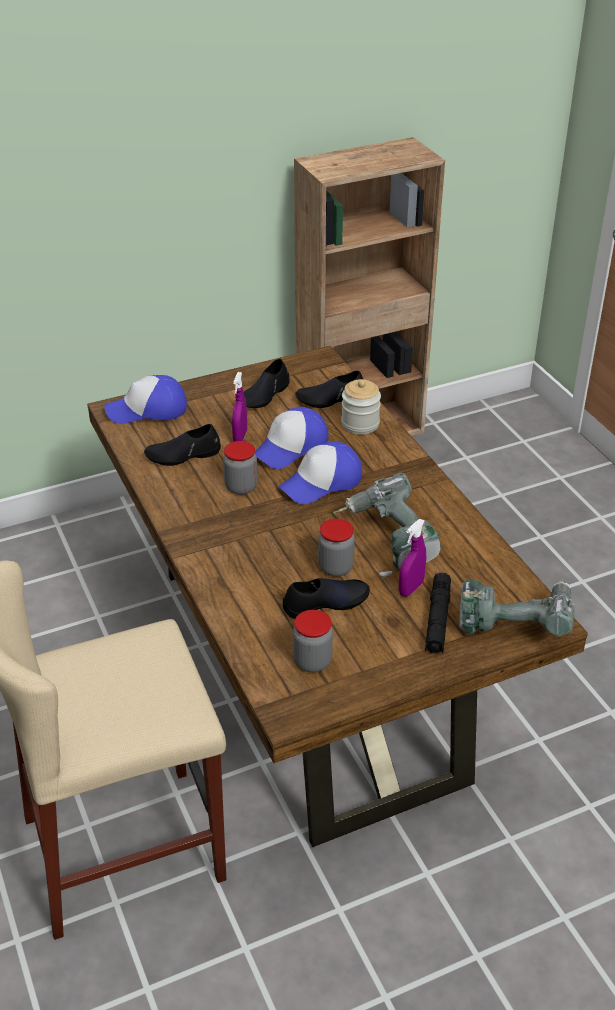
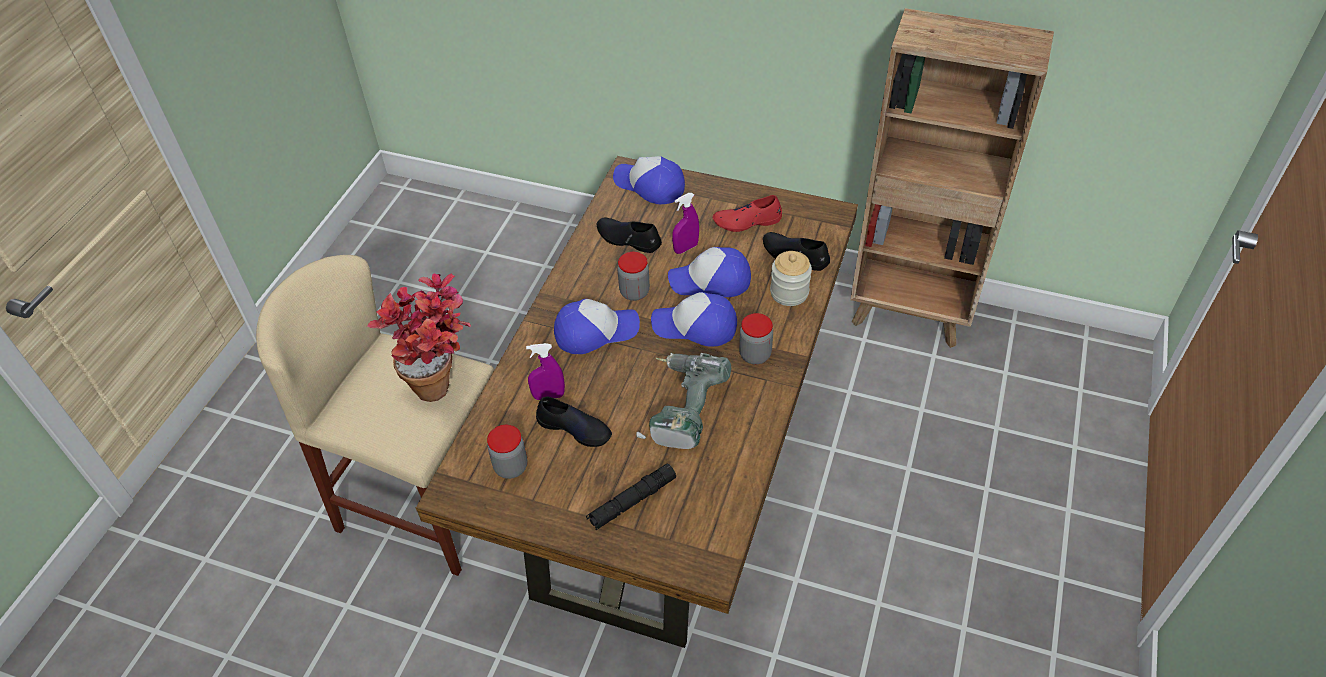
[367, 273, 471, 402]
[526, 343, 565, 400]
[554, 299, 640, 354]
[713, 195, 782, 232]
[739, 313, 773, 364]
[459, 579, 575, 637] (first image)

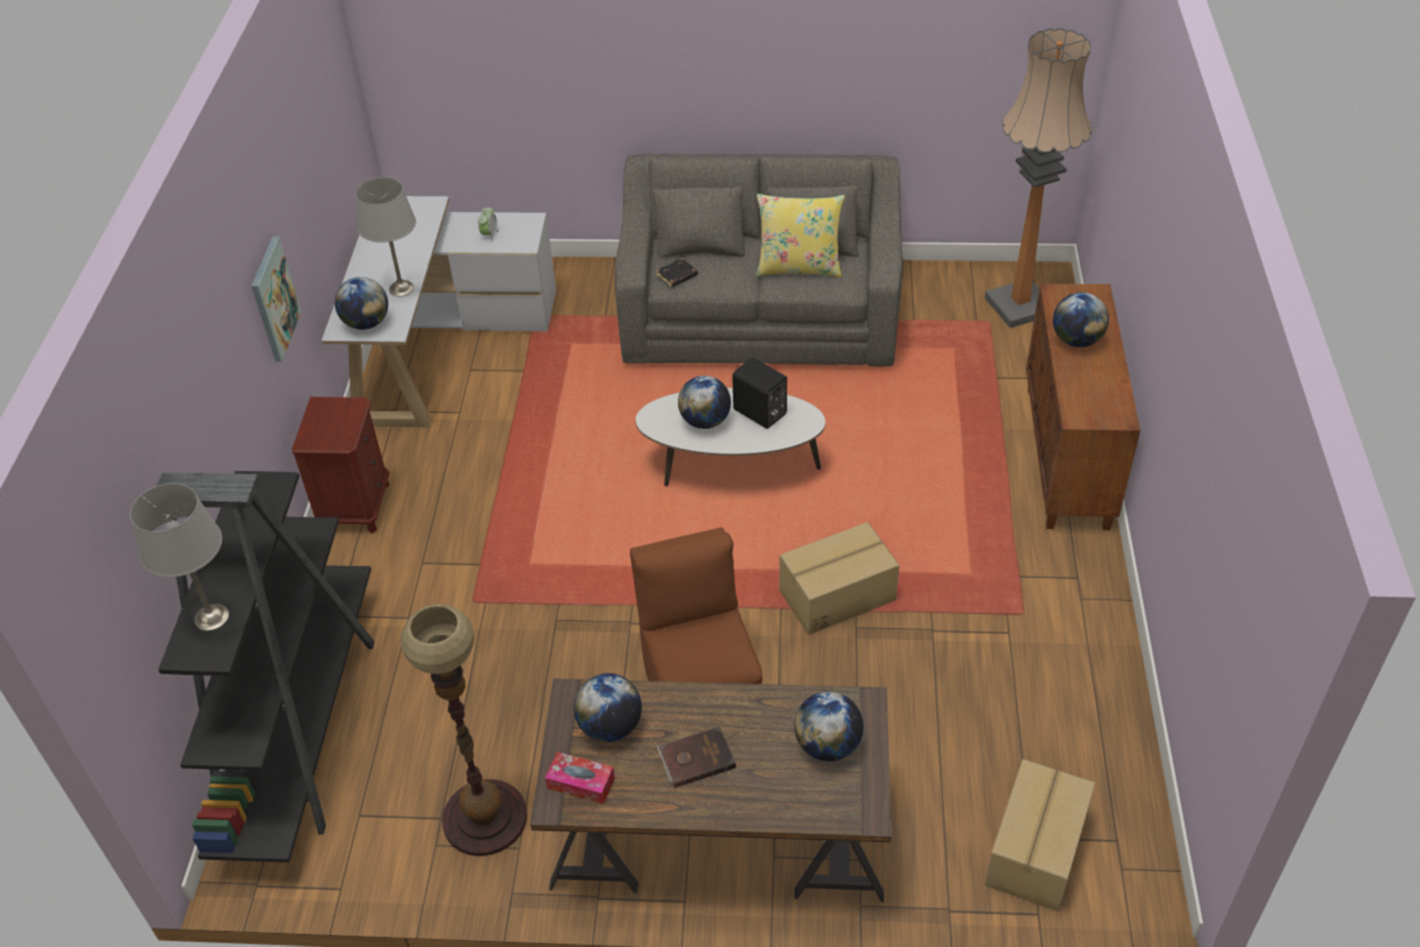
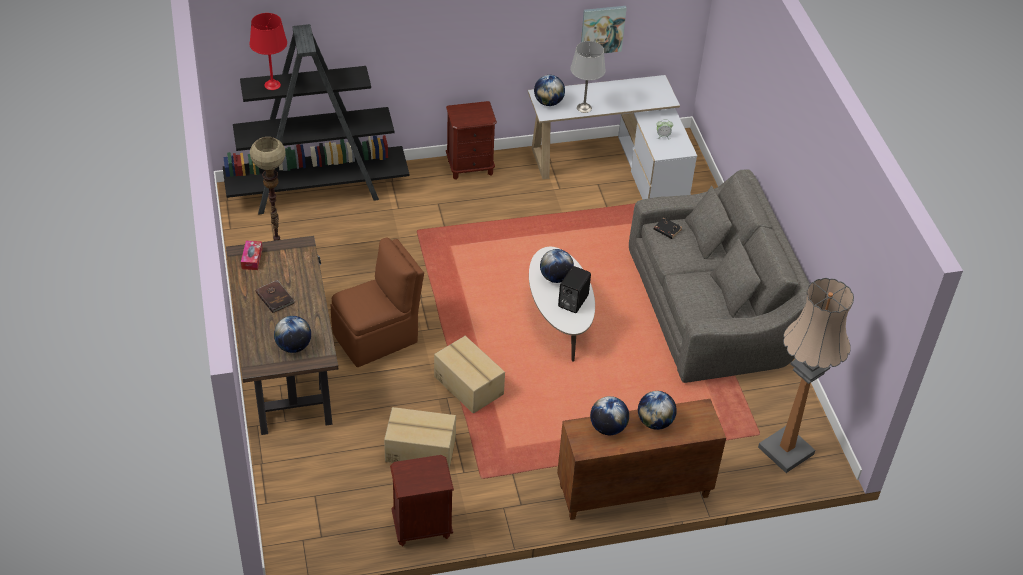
[250, 13, 287, 90]
[384, 407, 456, 469]
[390, 455, 454, 546]
[581, 6, 627, 53]
[590, 396, 629, 435]
[756, 194, 845, 277] (first image)

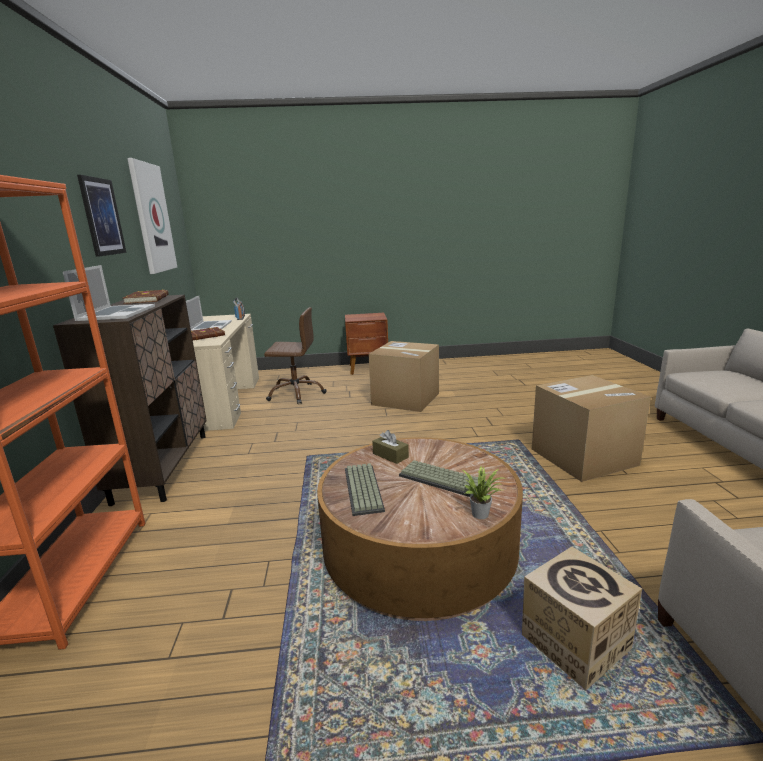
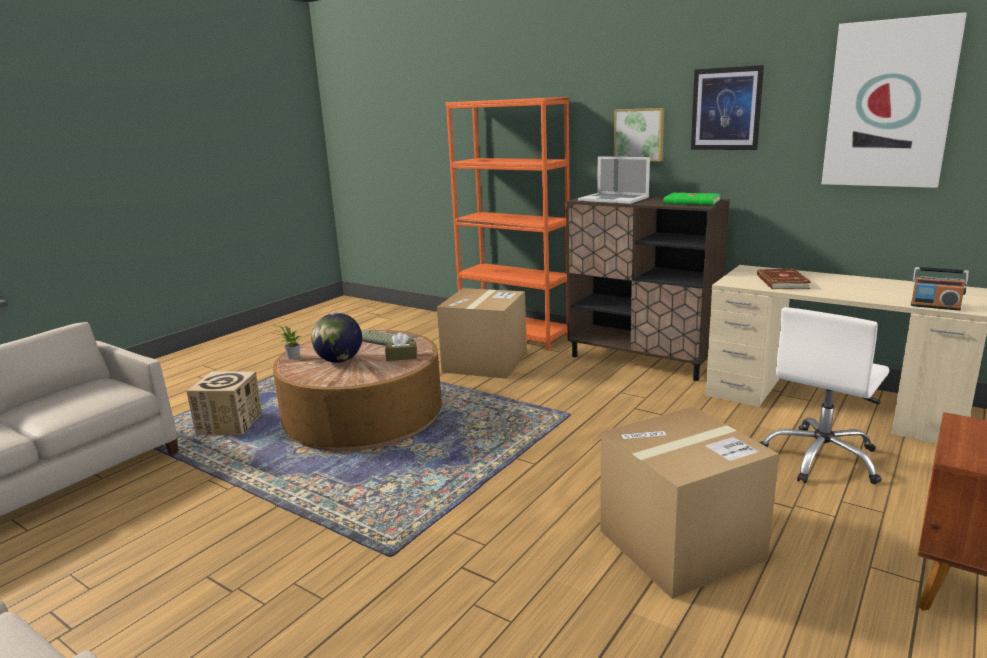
[311, 313, 362, 363]
[437, 288, 527, 379]
[614, 108, 664, 161]
[663, 192, 721, 205]
[759, 307, 890, 484]
[186, 296, 232, 331] (first image)

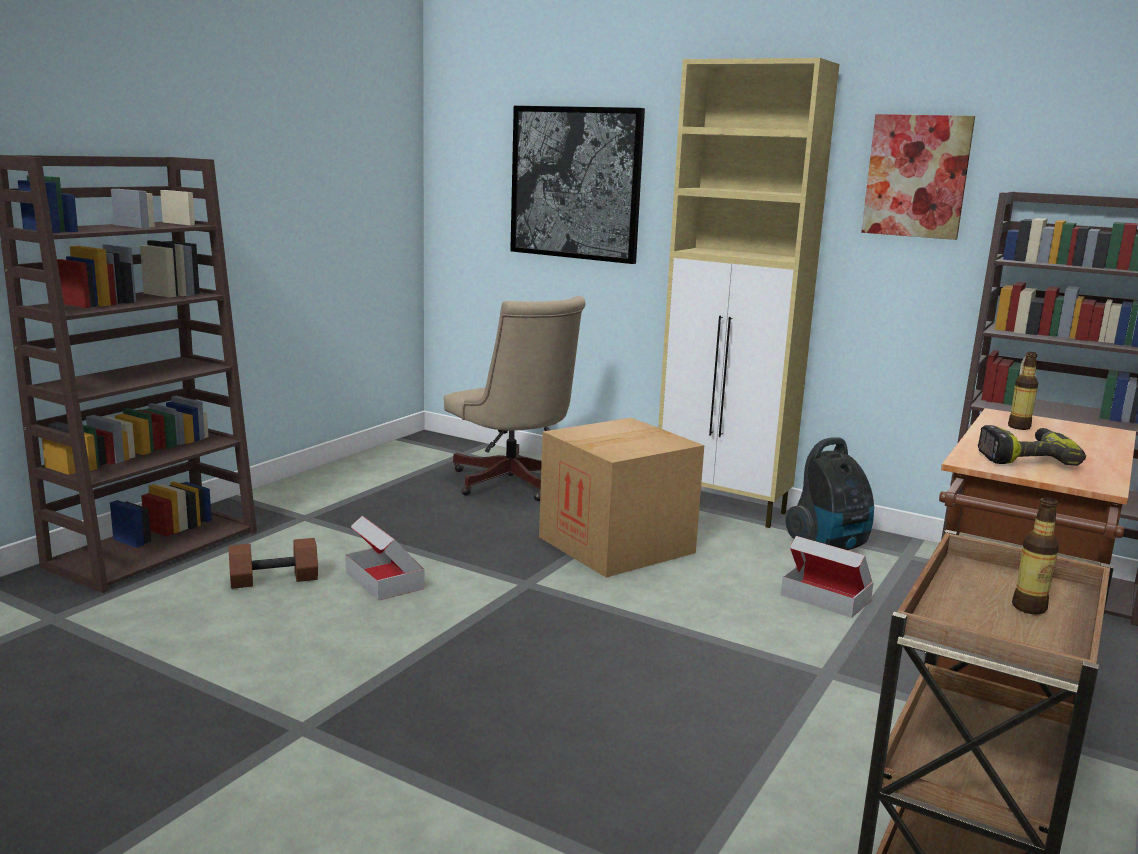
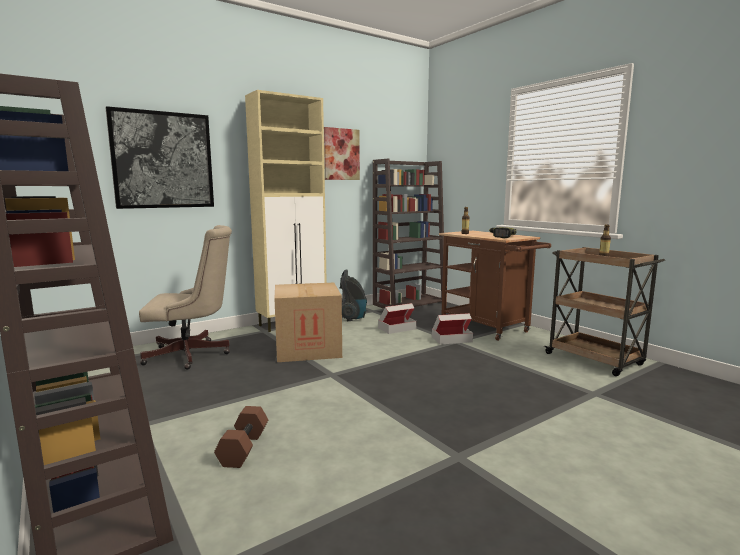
[432, 313, 473, 345]

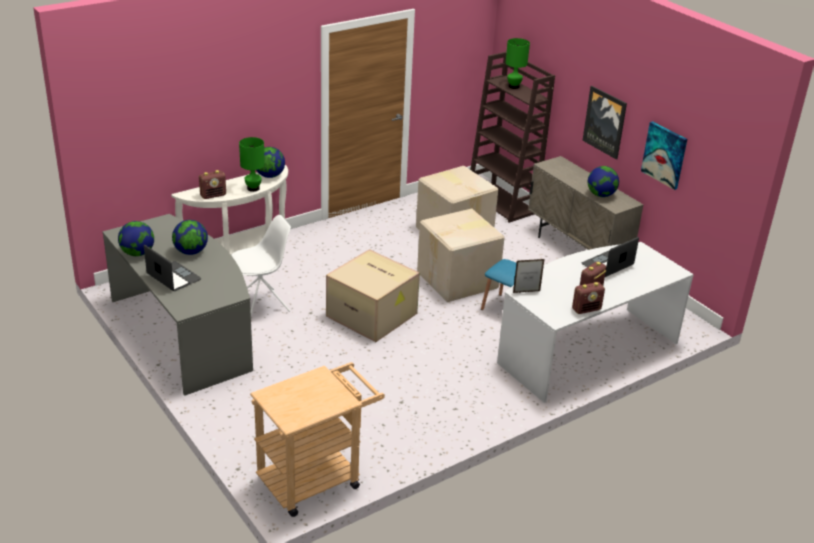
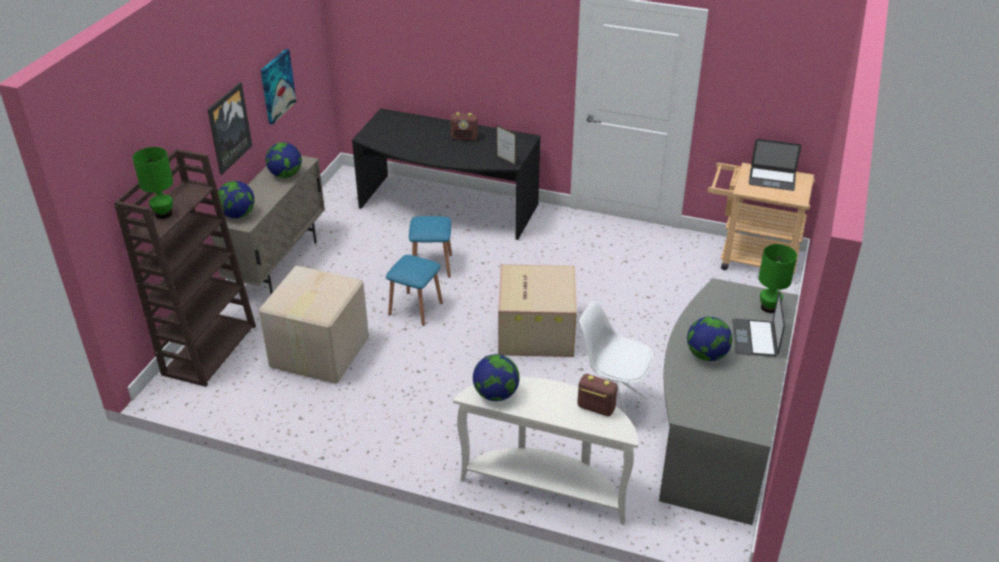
[218, 181, 255, 218]
[352, 108, 540, 240]
[386, 255, 443, 326]
[749, 139, 801, 191]
[759, 244, 797, 313]
[572, 282, 605, 314] (first image)

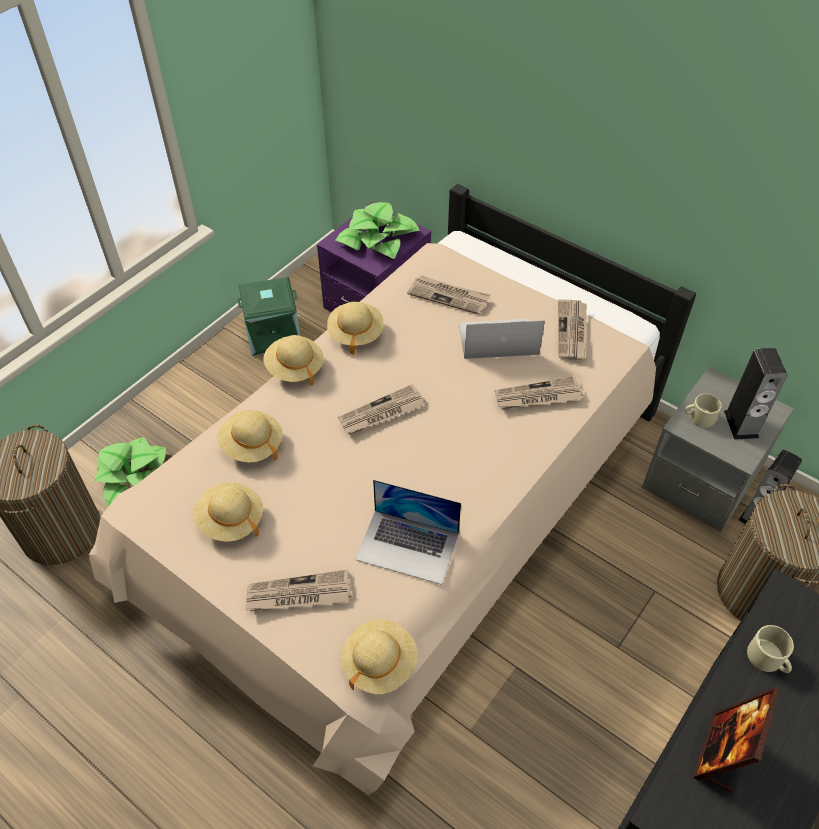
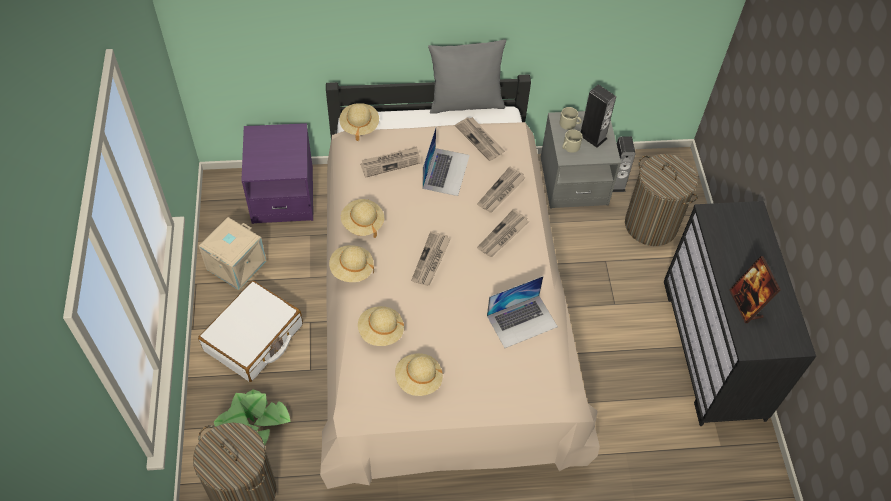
[198, 281, 303, 382]
[199, 217, 266, 290]
[339, 103, 379, 141]
[422, 127, 470, 196]
[428, 39, 506, 114]
[477, 209, 529, 257]
[559, 107, 582, 130]
[336, 202, 420, 259] (first image)

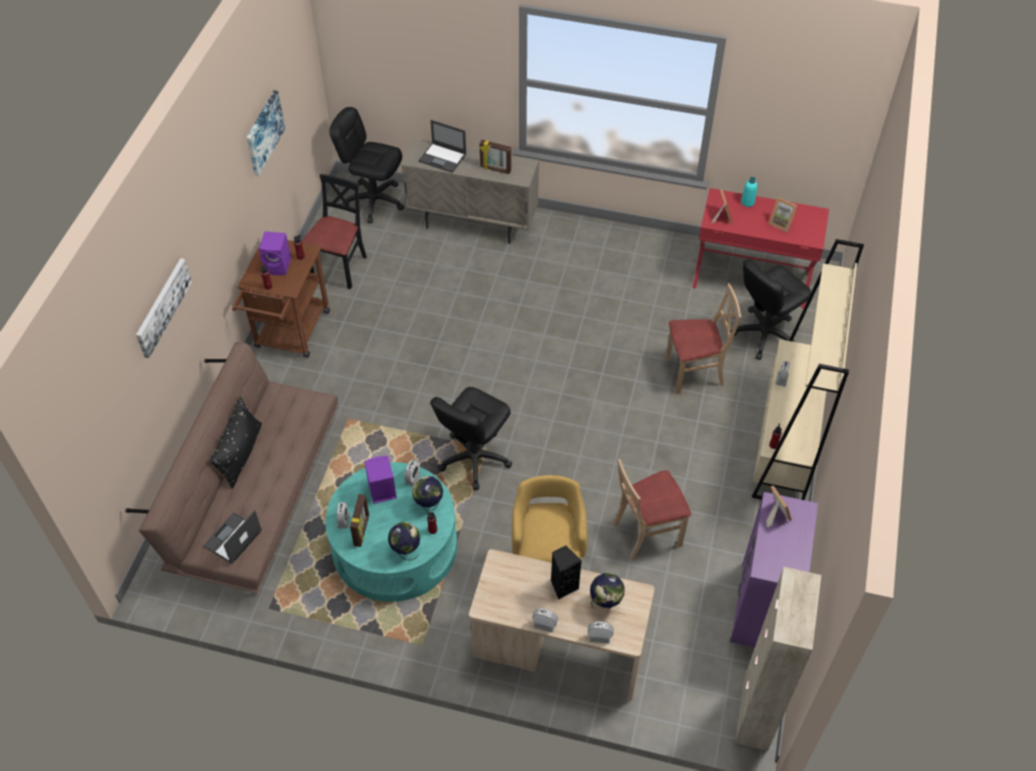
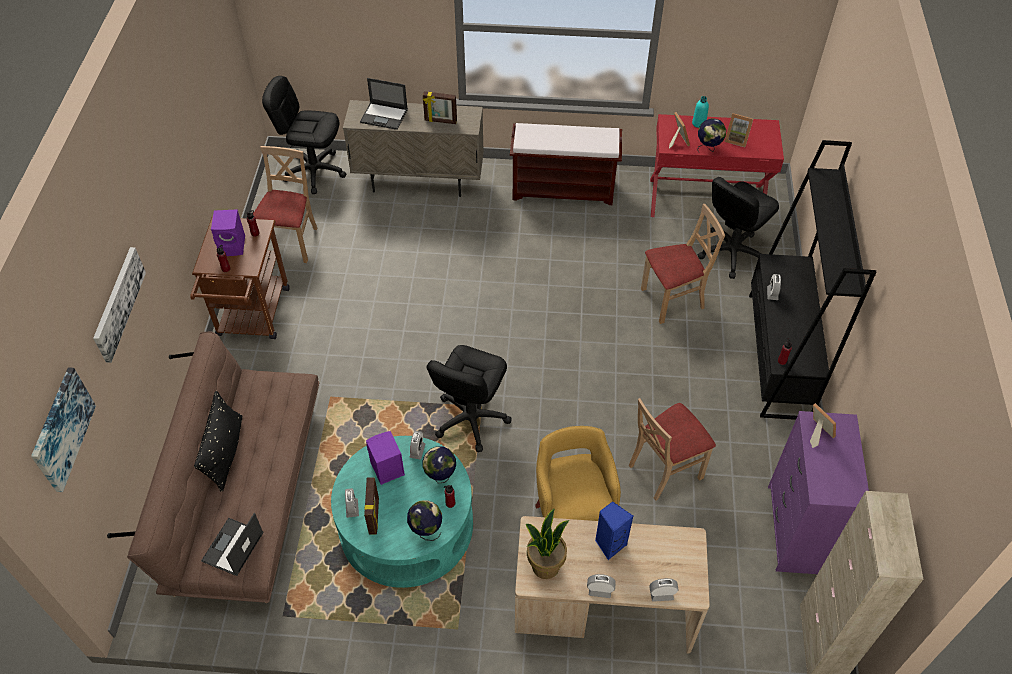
[31, 367, 96, 492]
[253, 146, 317, 263]
[510, 123, 622, 205]
[526, 509, 569, 579]
[595, 501, 633, 560]
[697, 118, 726, 152]
[749, 140, 877, 420]

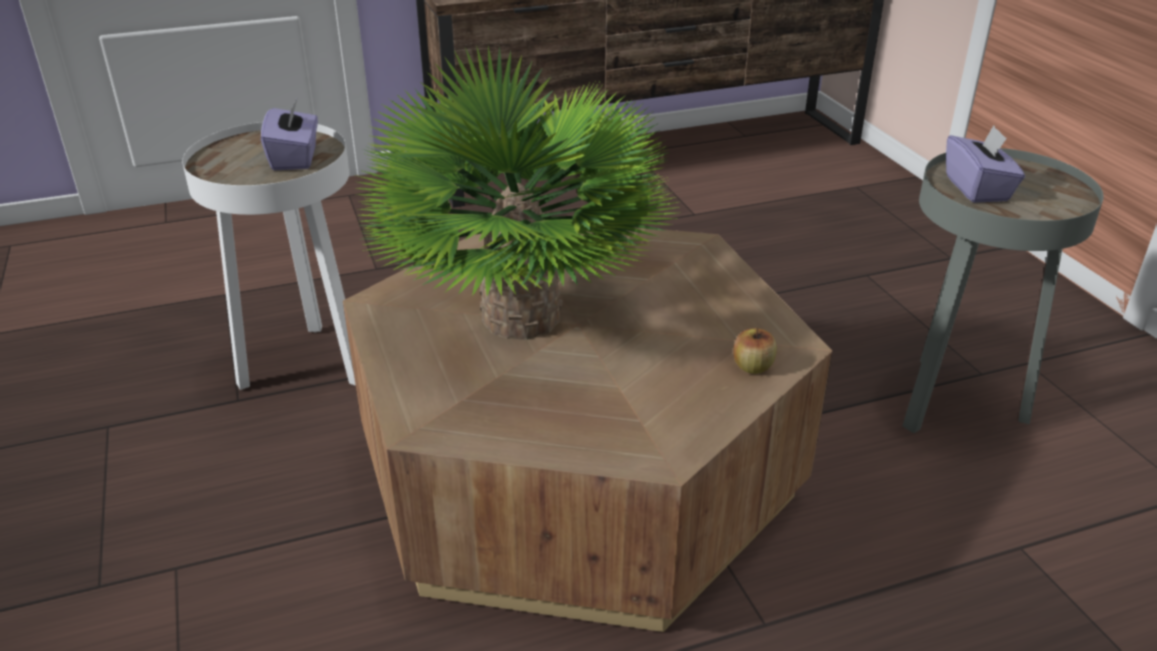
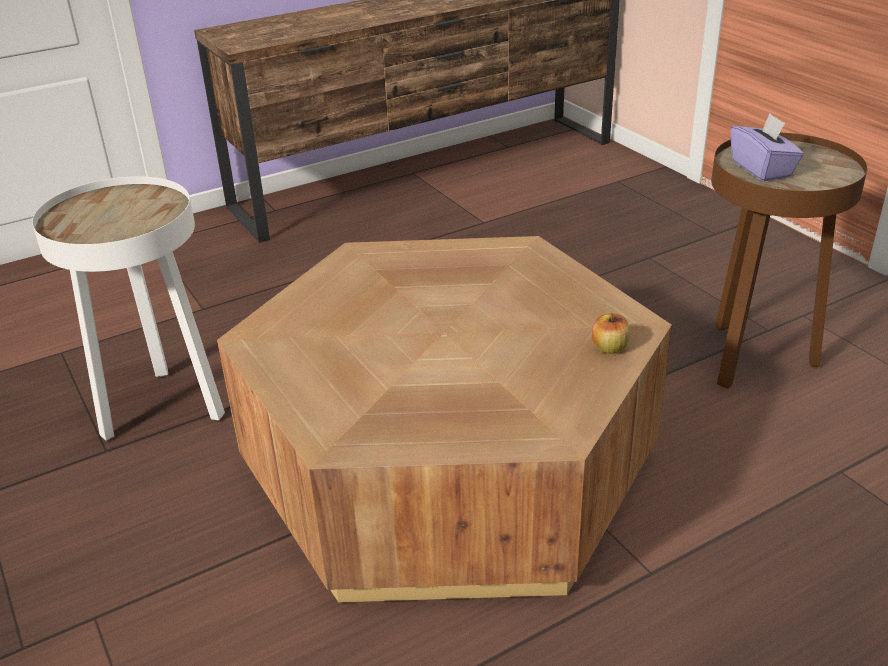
[711, 133, 867, 389]
[261, 97, 318, 170] (first image)
[355, 45, 680, 340] (first image)

